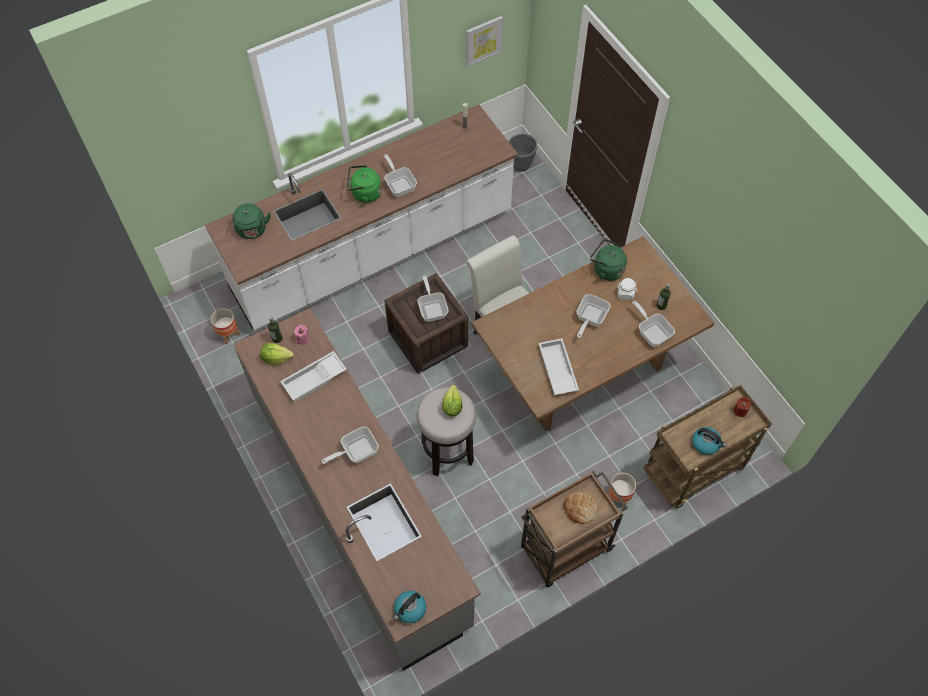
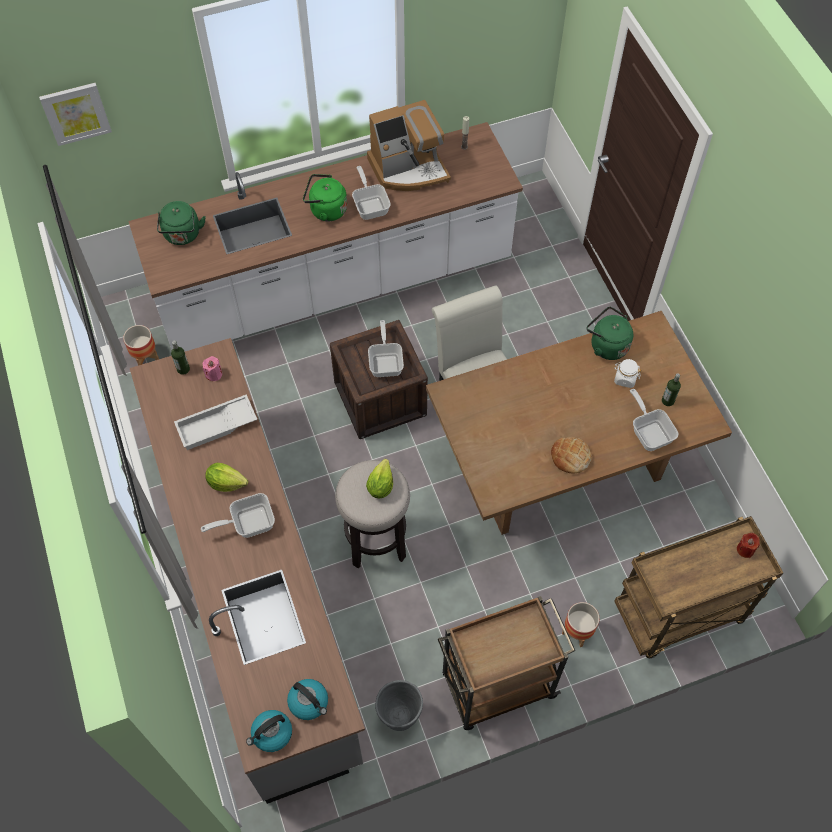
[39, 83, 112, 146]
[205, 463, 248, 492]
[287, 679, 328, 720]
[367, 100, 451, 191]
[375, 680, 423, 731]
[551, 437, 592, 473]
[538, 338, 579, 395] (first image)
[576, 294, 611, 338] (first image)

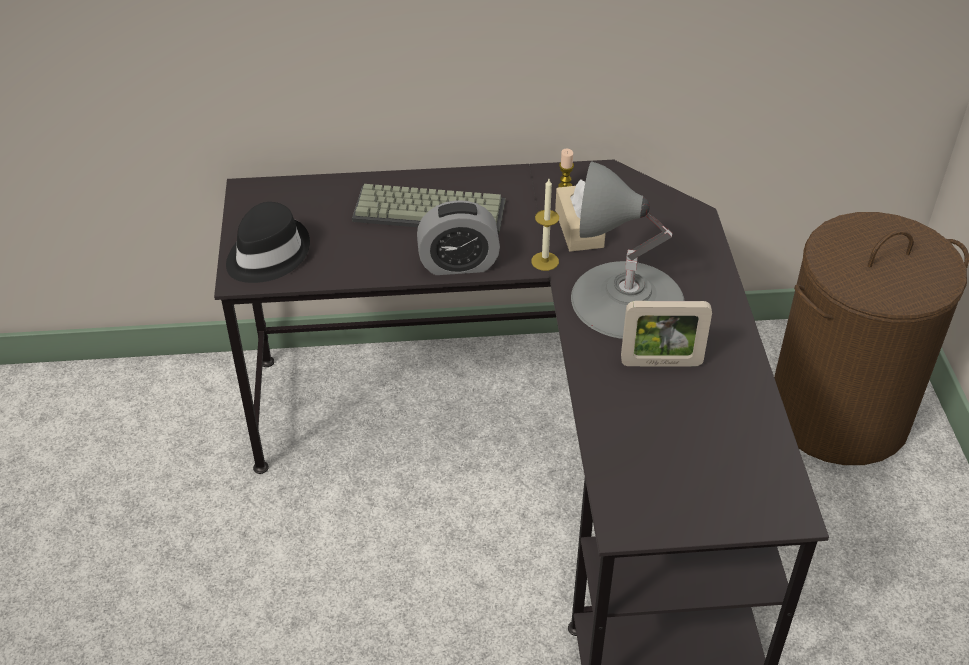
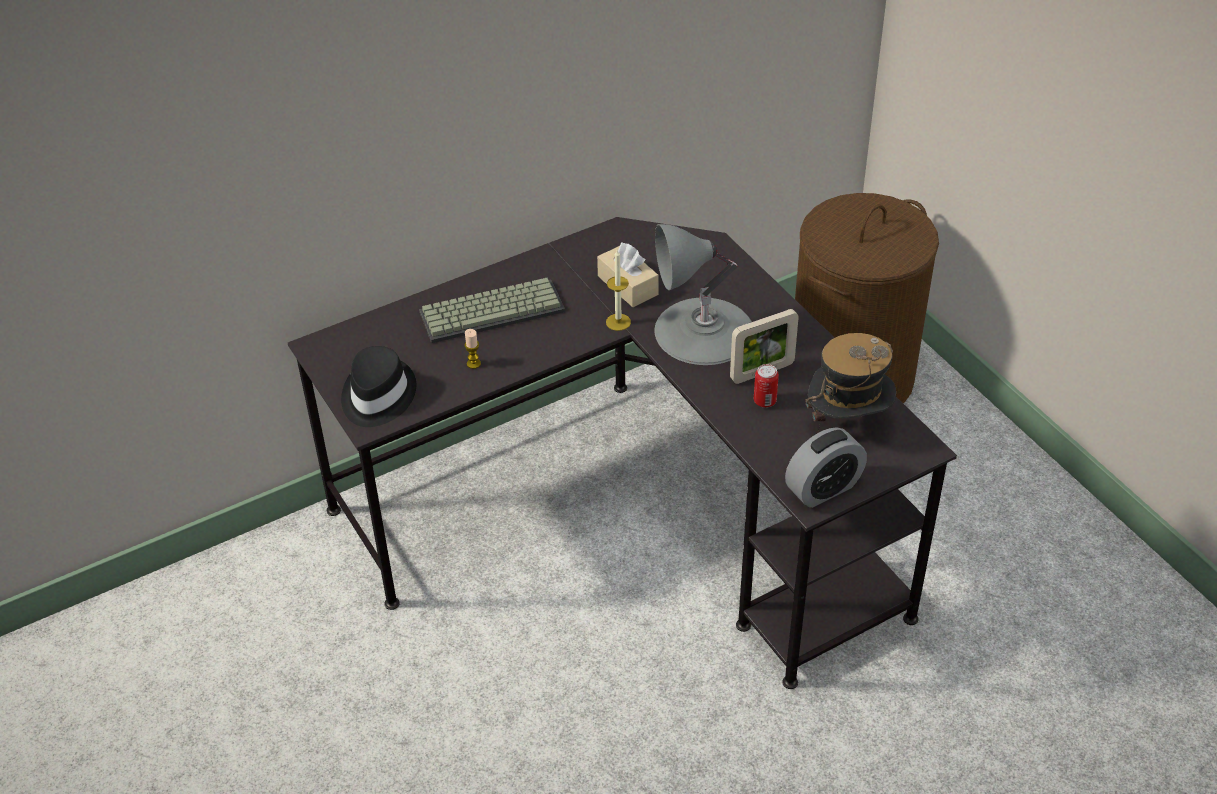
[464, 329, 481, 369]
[754, 364, 779, 408]
[785, 427, 867, 508]
[805, 333, 896, 432]

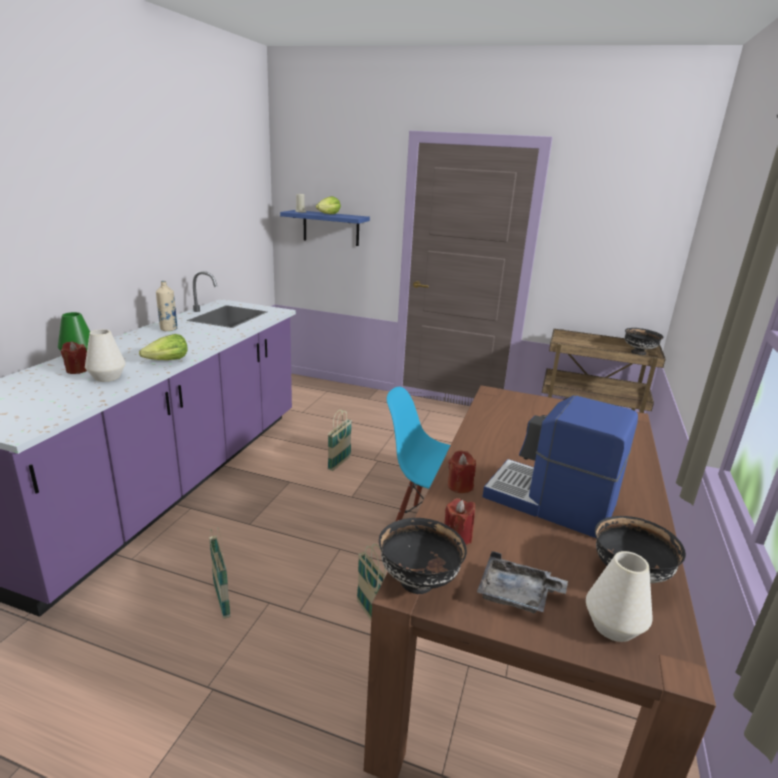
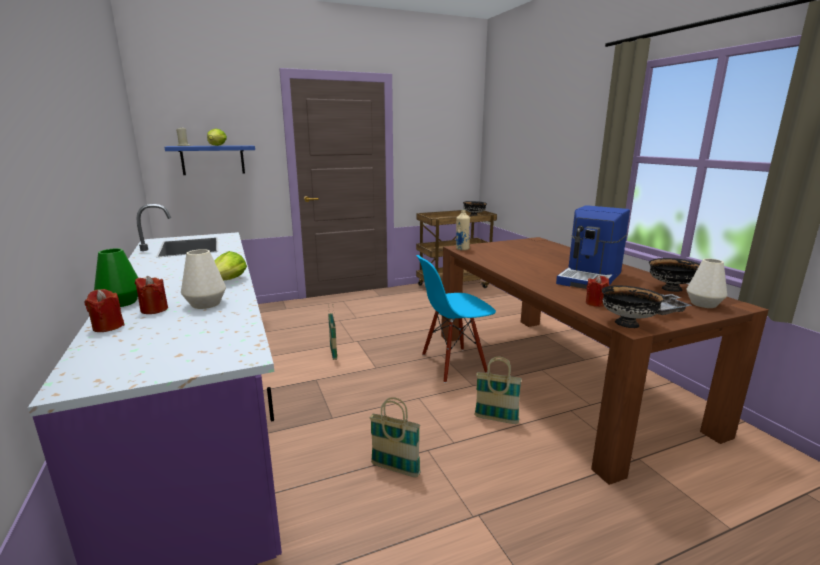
[84, 289, 125, 332]
[456, 209, 470, 250]
[556, 205, 630, 289]

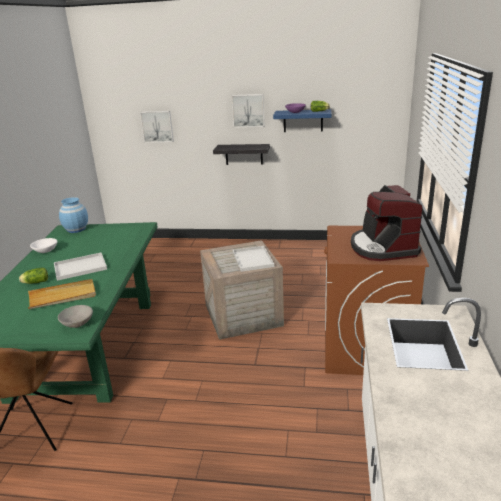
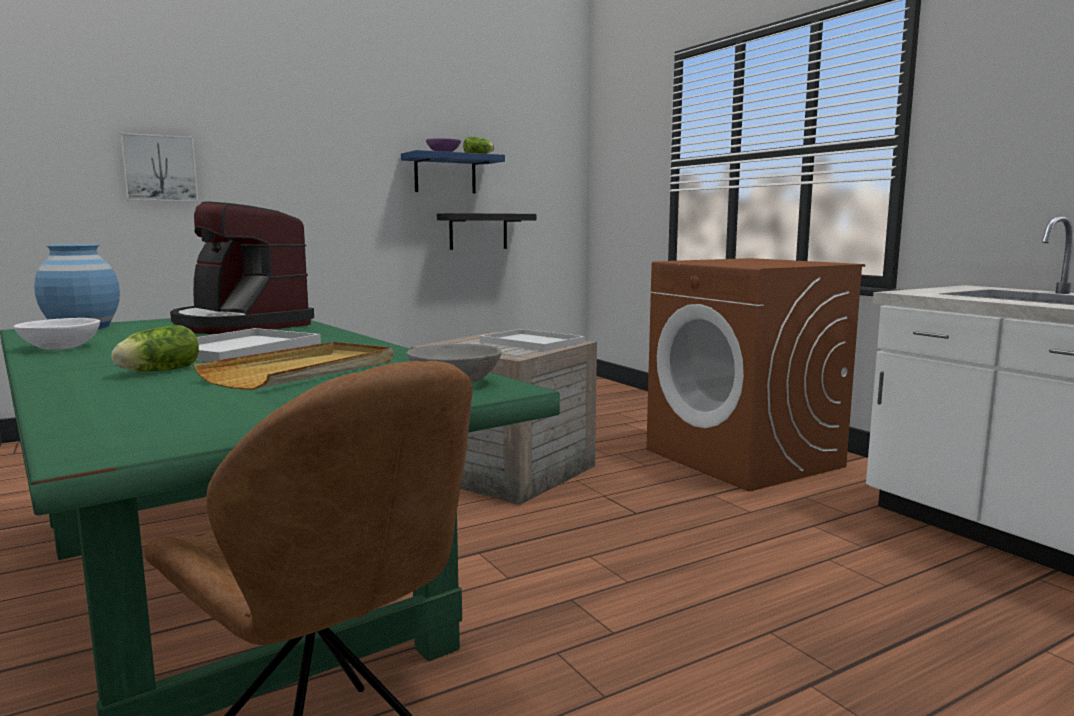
[170, 202, 314, 334]
[437, 213, 536, 250]
[232, 94, 264, 128] (first image)

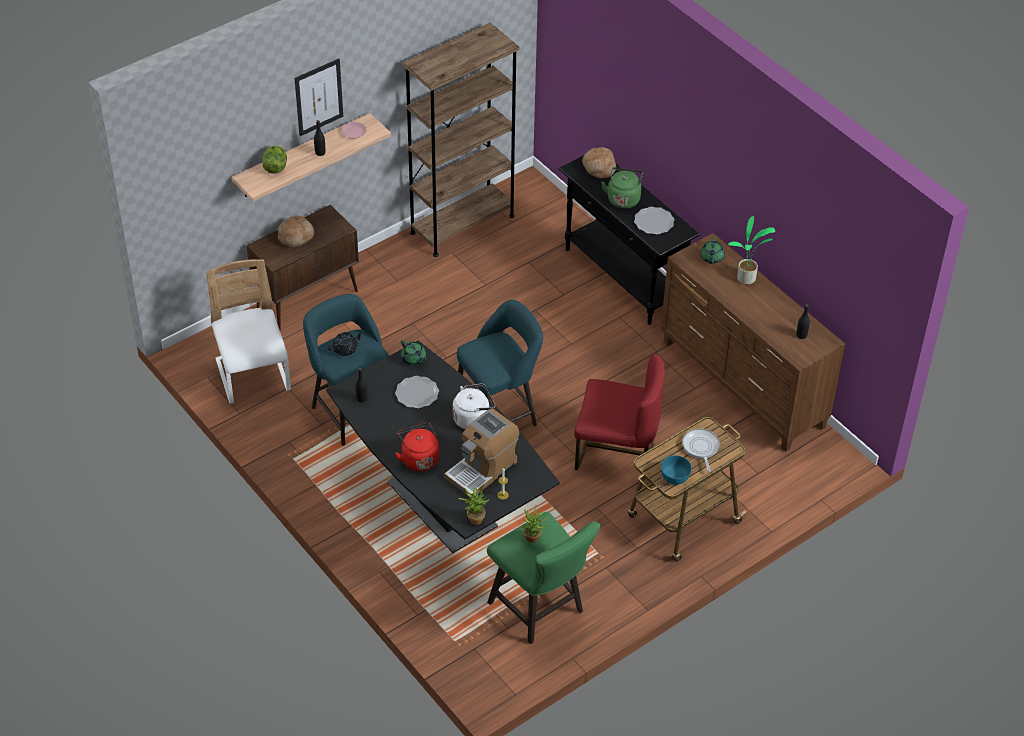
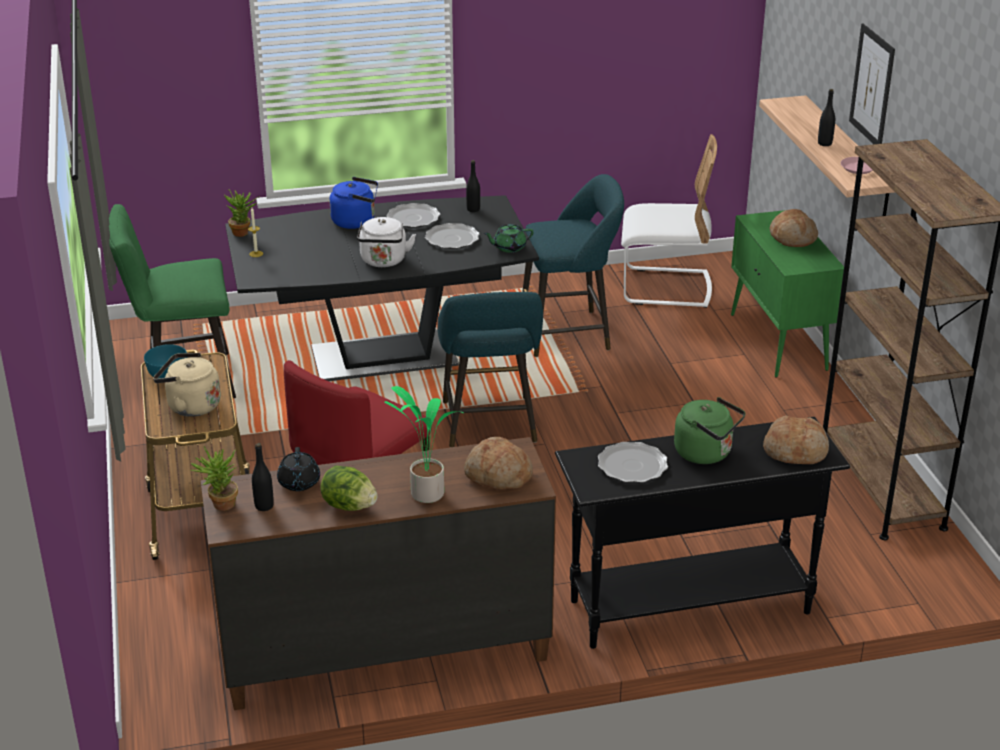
[153, 353, 221, 417]
[190, 446, 238, 511]
[277, 447, 320, 491]
[320, 466, 378, 511]
[330, 177, 378, 229]
[386, 203, 440, 228]
[464, 437, 533, 490]
[731, 210, 844, 377]
[444, 408, 519, 497] (first image)

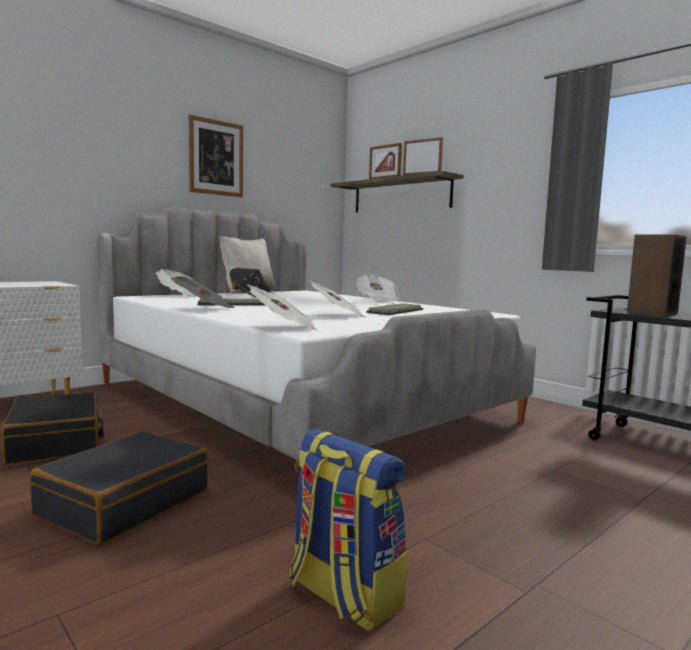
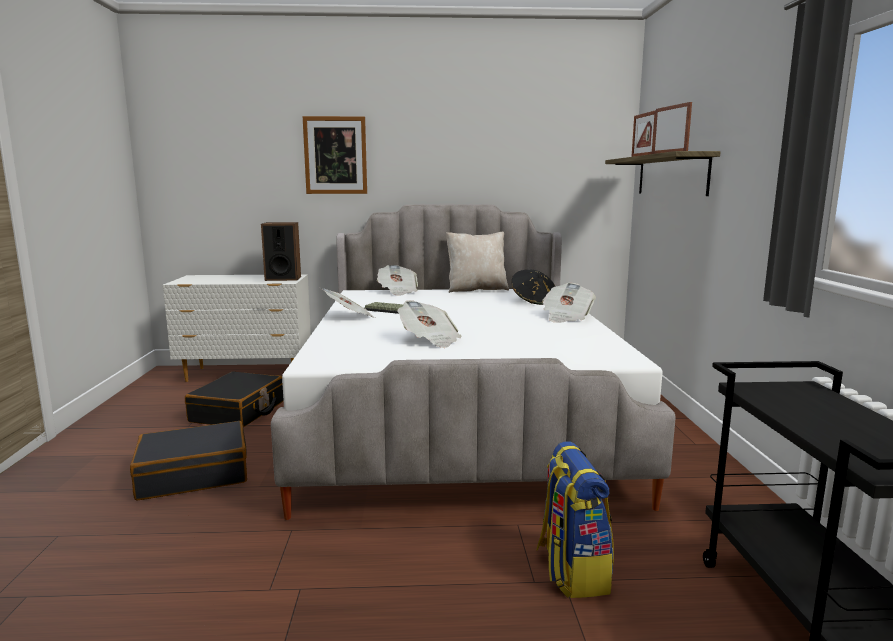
[261, 222, 301, 281]
[303, 116, 367, 194]
[512, 269, 555, 305]
[536, 441, 614, 598]
[246, 284, 317, 330] (first image)
[367, 303, 423, 315] (first image)

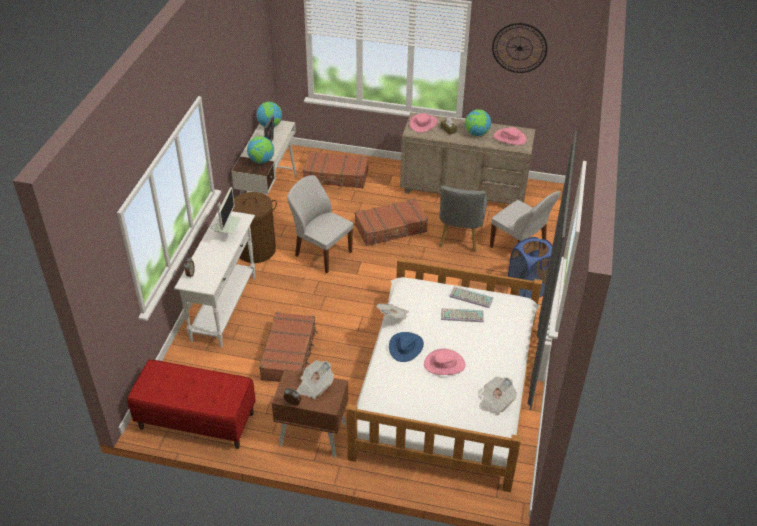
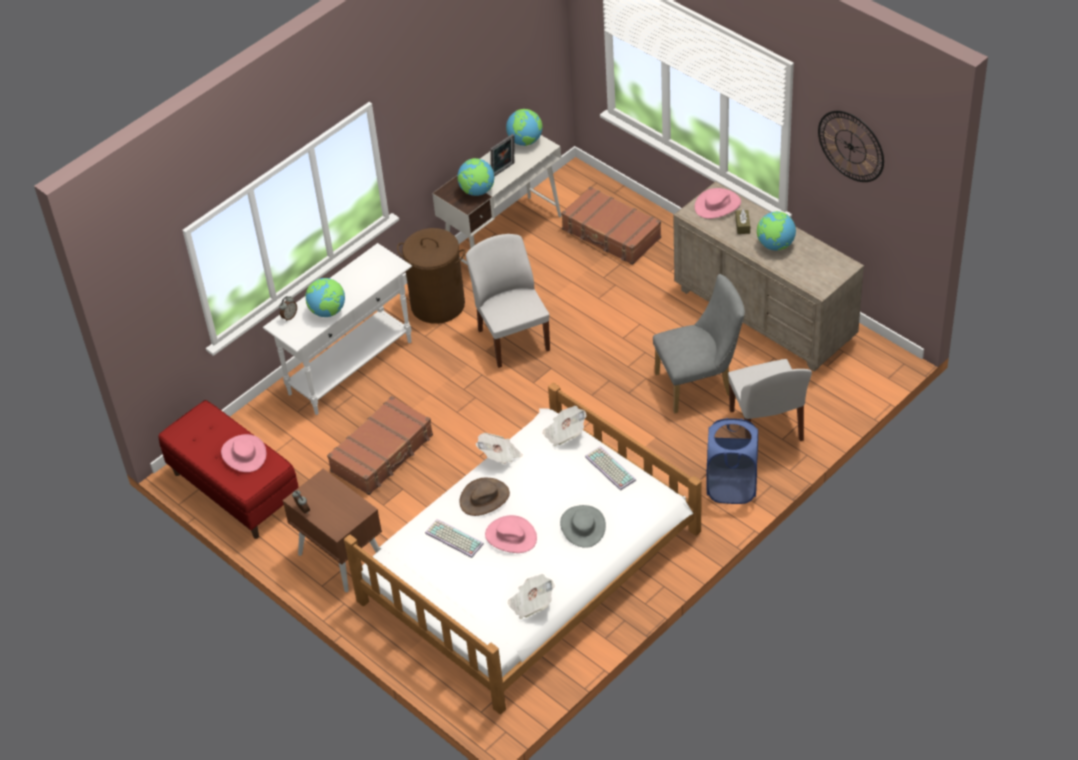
[221, 434, 266, 472]
[305, 278, 345, 317]
[425, 519, 484, 558]
[459, 478, 510, 516]
[543, 406, 587, 447]
[560, 505, 606, 548]
[653, 274, 745, 414]
[211, 187, 241, 234] (first image)
[355, 198, 428, 246] (first image)

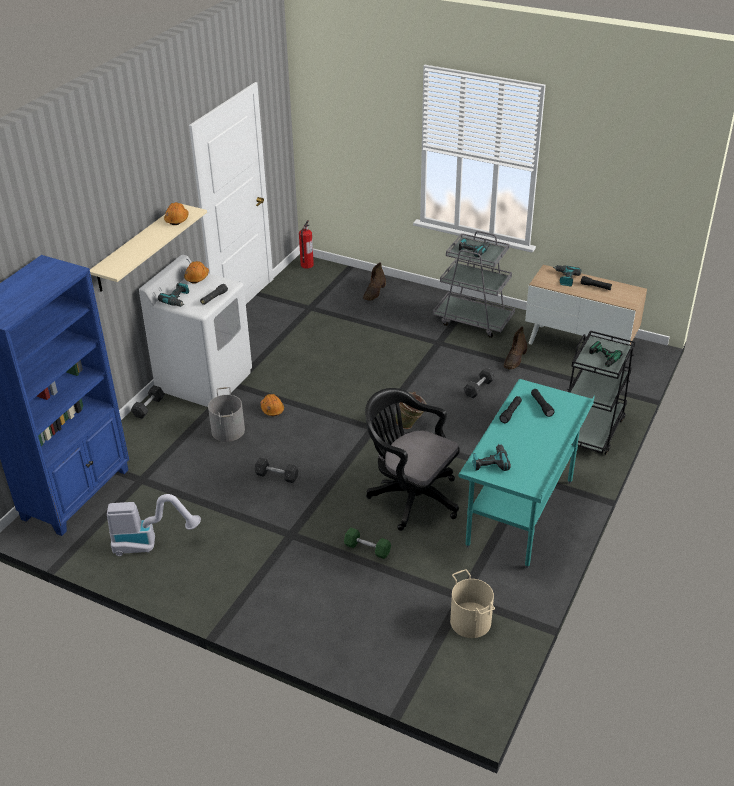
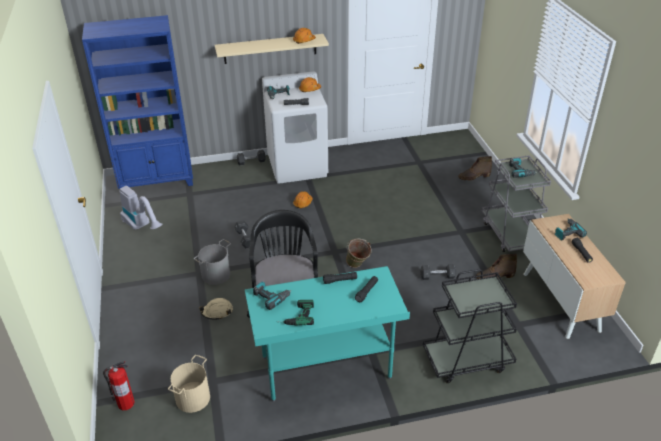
[103, 361, 135, 410]
[194, 239, 231, 285]
[199, 298, 233, 320]
[283, 300, 314, 326]

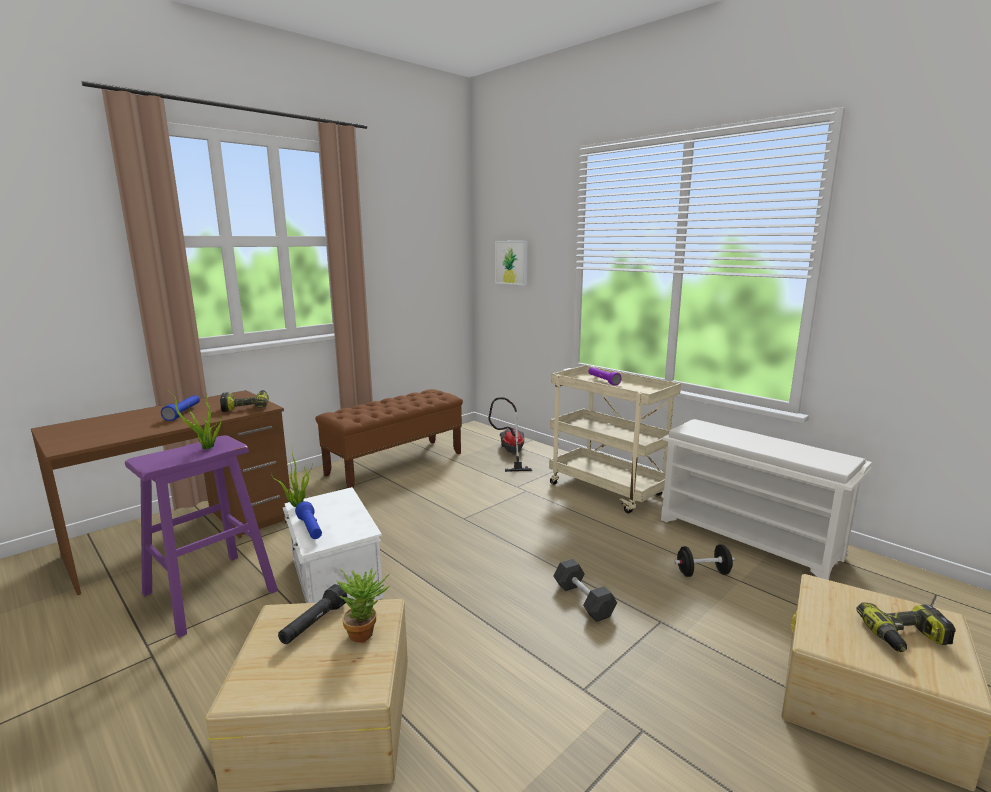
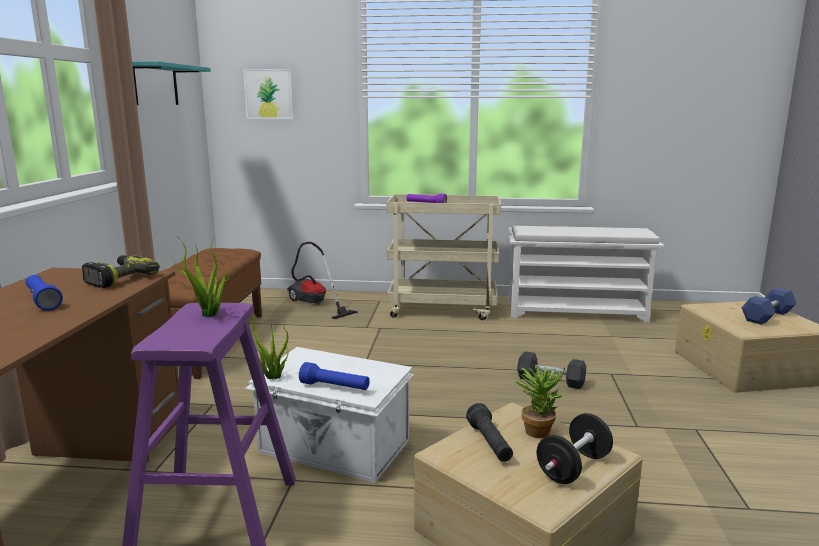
[132, 61, 211, 105]
[537, 413, 613, 484]
[741, 288, 797, 325]

